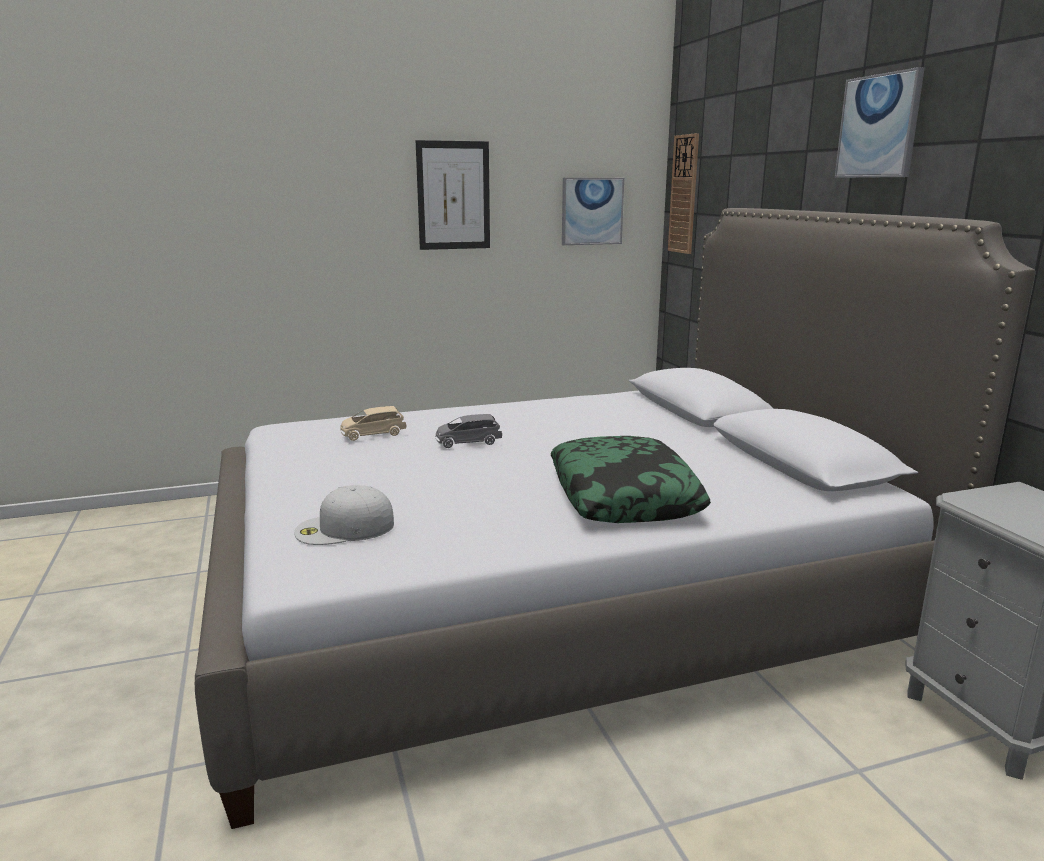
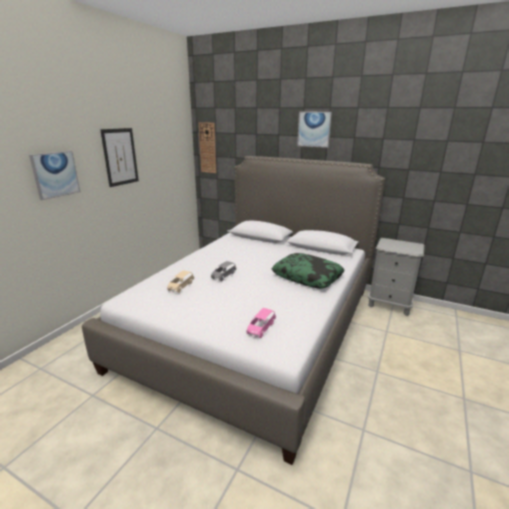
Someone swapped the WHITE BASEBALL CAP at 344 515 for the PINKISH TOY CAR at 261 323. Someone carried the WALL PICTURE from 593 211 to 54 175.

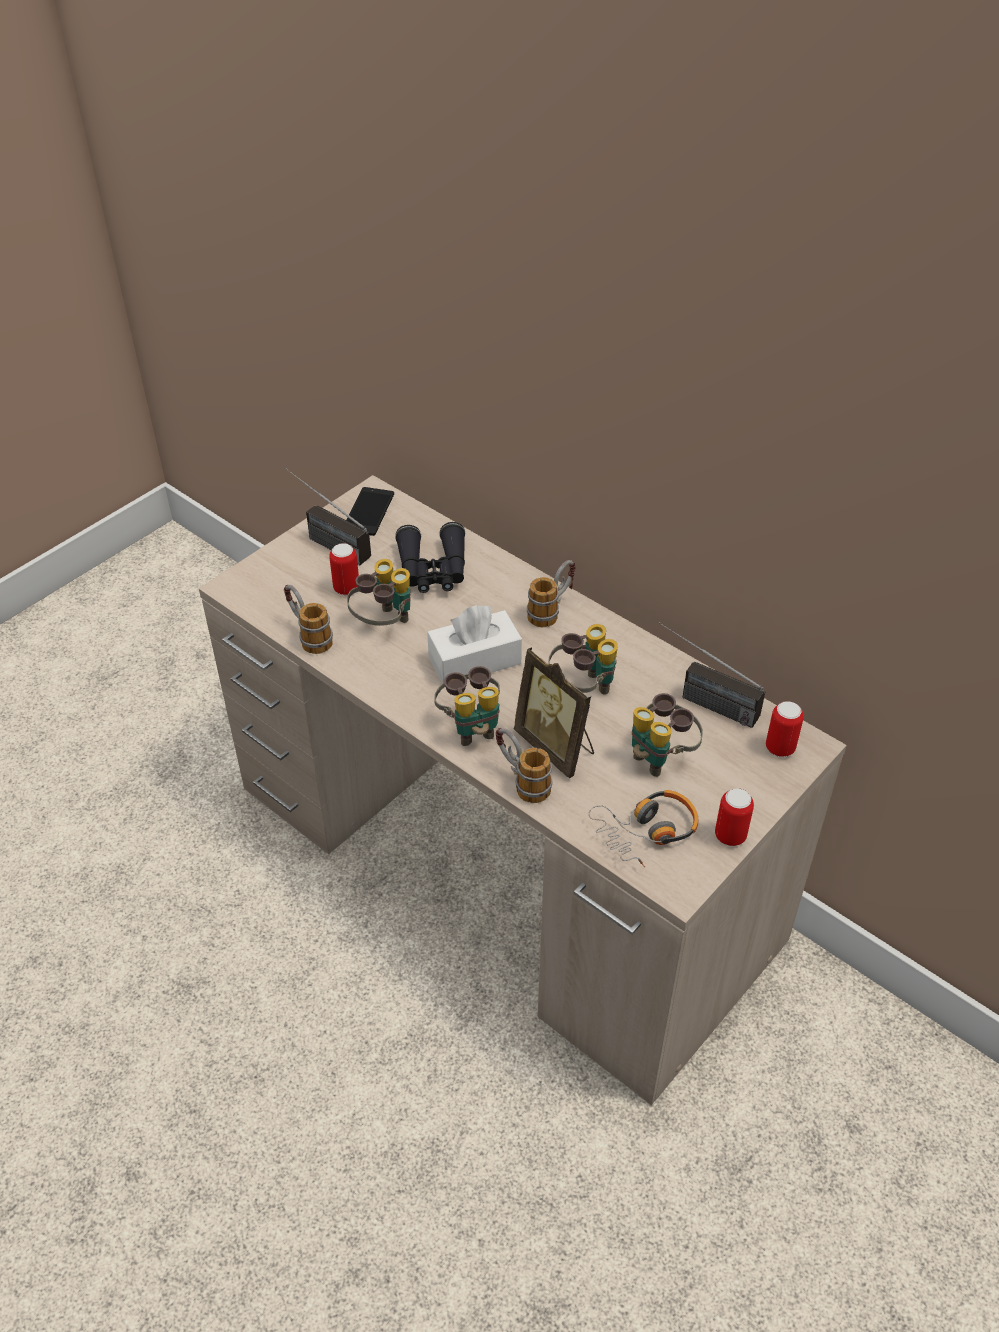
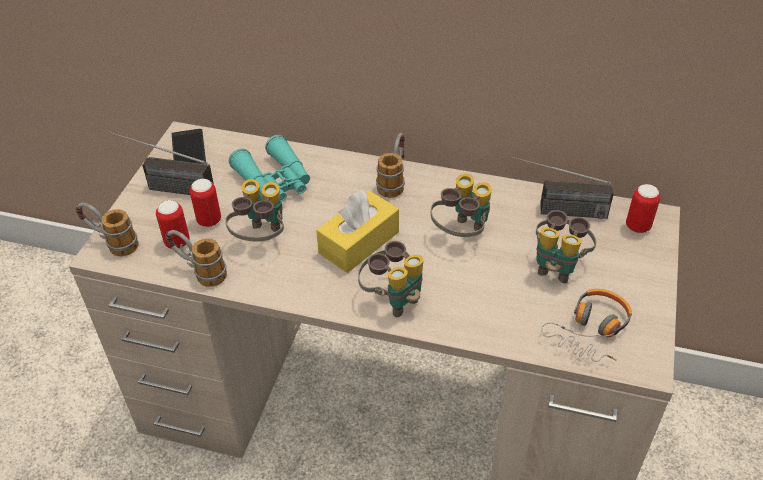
Someone repainted the BLACK-COLOURED BINOCULARS at 430 557, which became the BLUE-GREEN BINOCULARS at 269 168. Someone repainted the WHITE BOX OF TISSUES at 474 644, which became the YELLOW-COLOURED BOX OF TISSUES at 357 231. Someone carried the TEA MUG from 524 765 to 106 229. Someone took away the PHOTO FRAME at 554 713. Someone carried the CAN from 734 817 to 173 224.

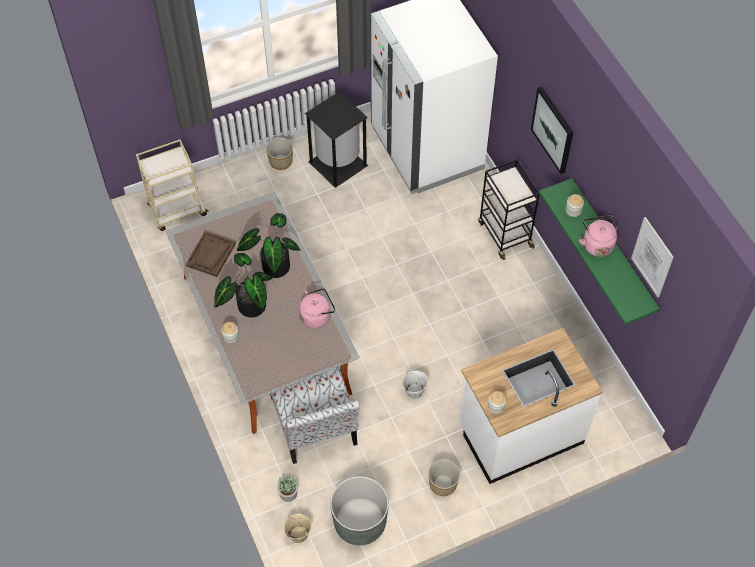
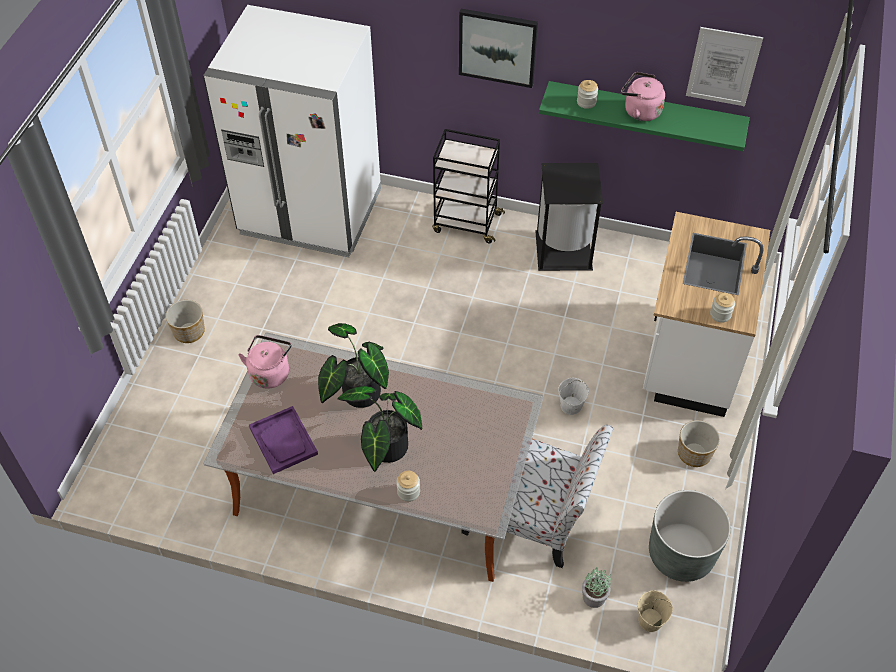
Someone took away the BEIGE TROLLEY at 172 185. Someone repainted the BROWN-COLOURED SERVING TRAY at 211 254, which became the PURPLE-COLOURED SERVING TRAY at 283 440. Someone carried the PINKISH WATER KETTLE from 317 308 to 265 362. Someone carried the BLACK-COLOURED WASTE BIN from 336 140 to 569 217.

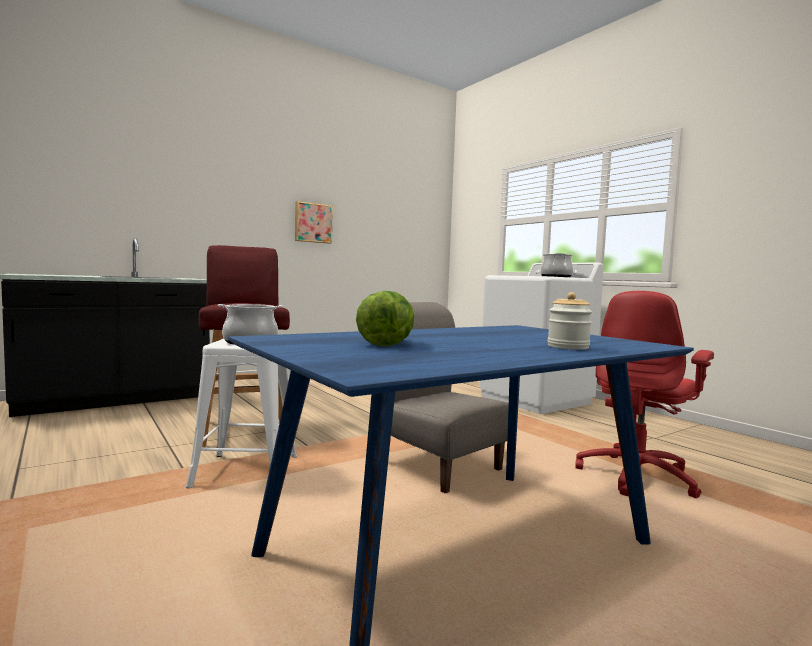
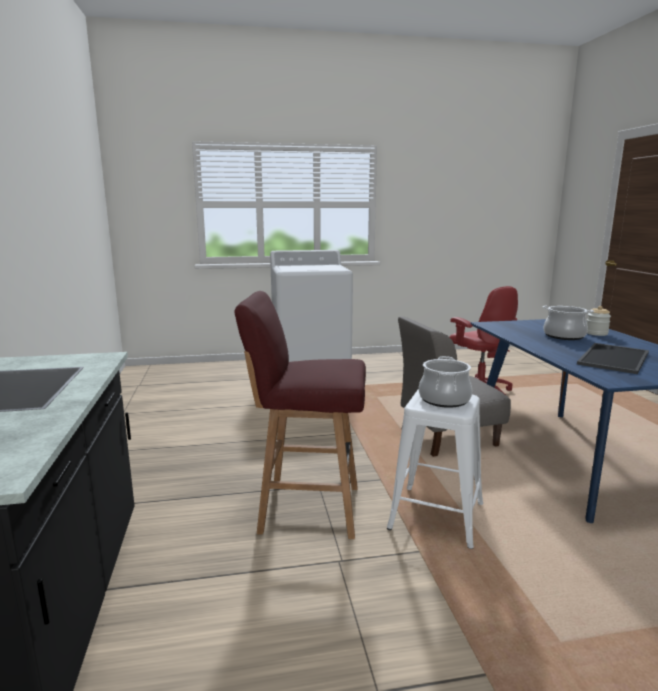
Someone took away the WALL PICTURE at 314 222. Someone swapped the LETTUCE at 385 318 for the SERVING TRAY at 613 358. Someone carried the SAUCEPOT from 557 265 to 568 323.

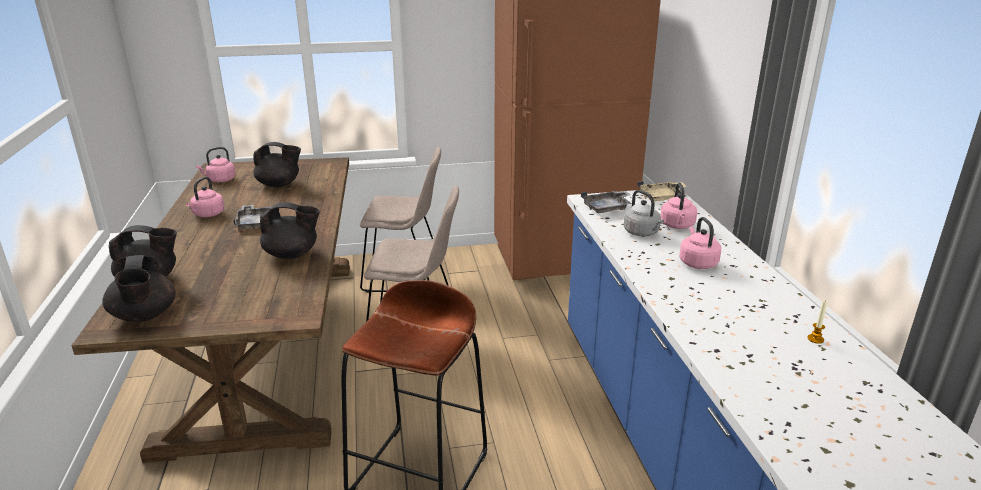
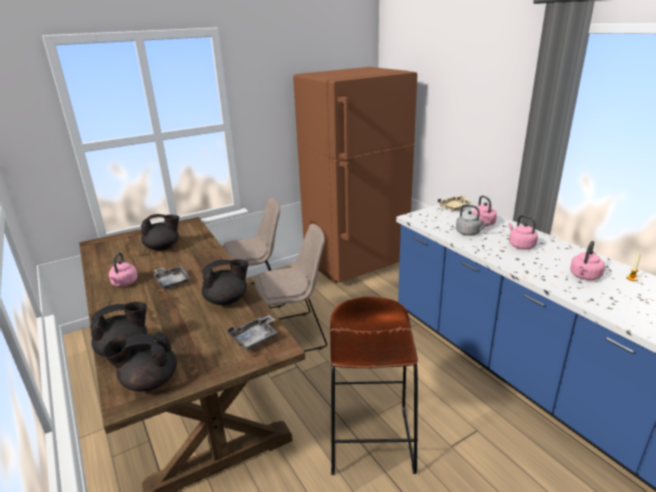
Someone rotated the BLACK-COLOURED TEAPOT at 139 288 by 120 degrees clockwise. Someone carried the PINKISH WATER KETTLE from 216 164 to 587 260. Someone carried the GRAY SERVING TRAY from 606 202 to 253 332.

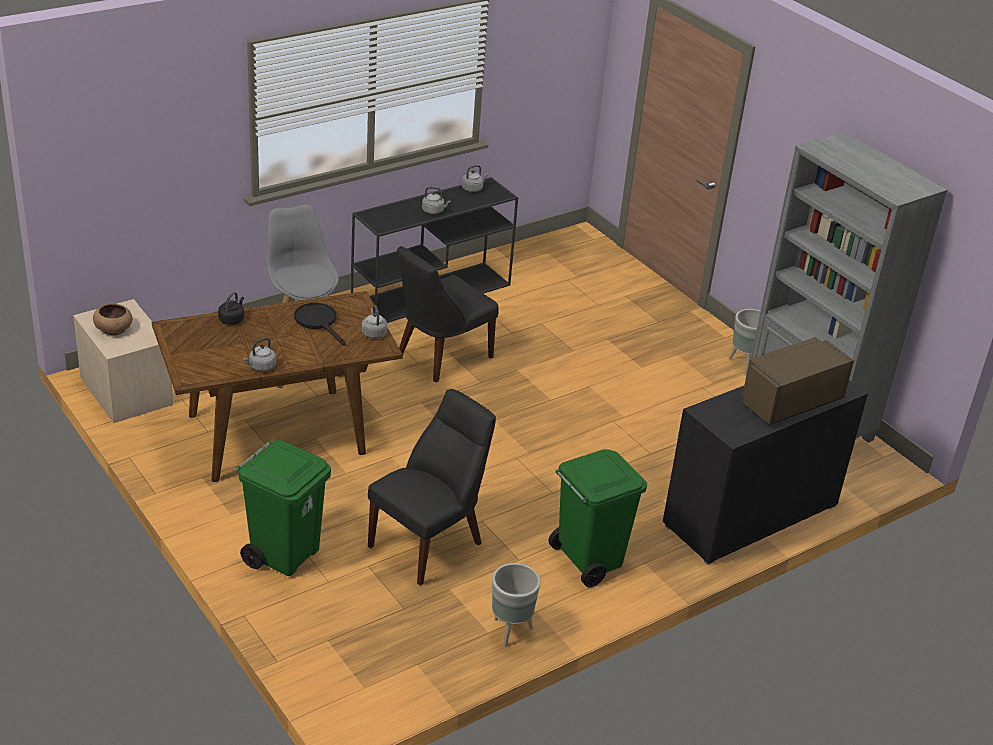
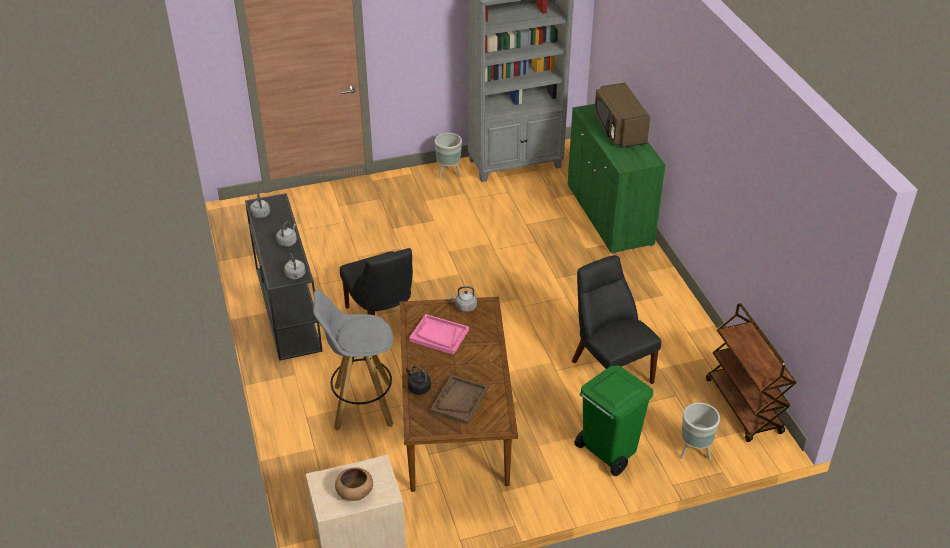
Someone carried the GRAY WATER KETTLE from 259 354 to 295 266. Someone swapped the BLACK-COLOURED SKILLET at 320 324 for the PINKISH SERVING TRAY at 439 334. Someone carried the GRAY PLANTER from 516 605 to 700 431. Someone took away the GREENISH WASTE BIN at 597 518. Someone repainted the BLACK-COLOURED CABINET at 765 472, which became the GREENISH CABINET at 616 179. Someone put down the BROWN-COLOURED SERVING TRAY at 459 400. Someone put down the BROWN-COLOURED TROLLEY at 751 372.

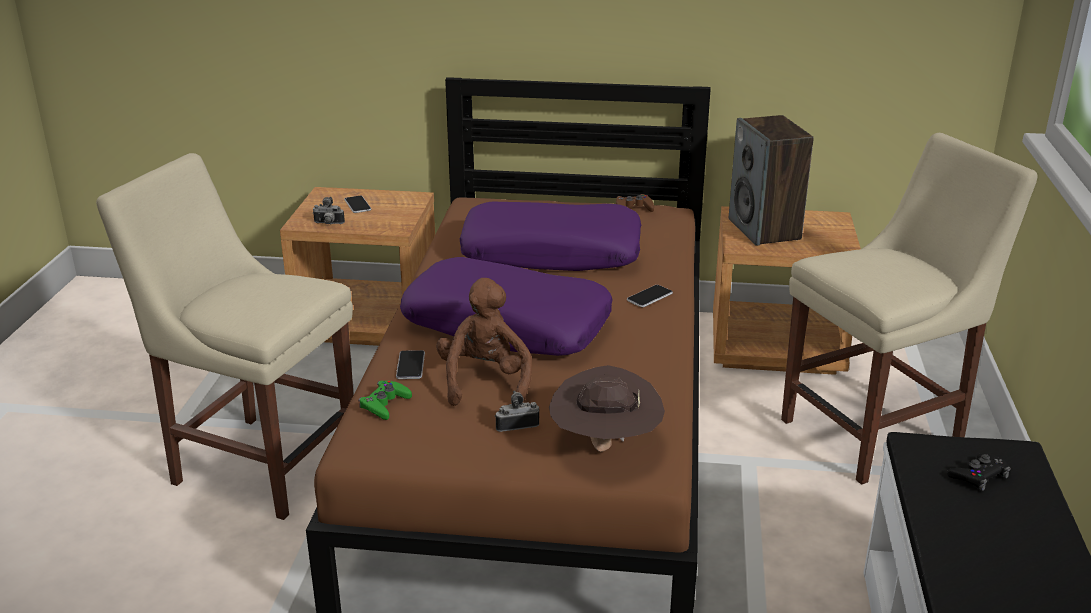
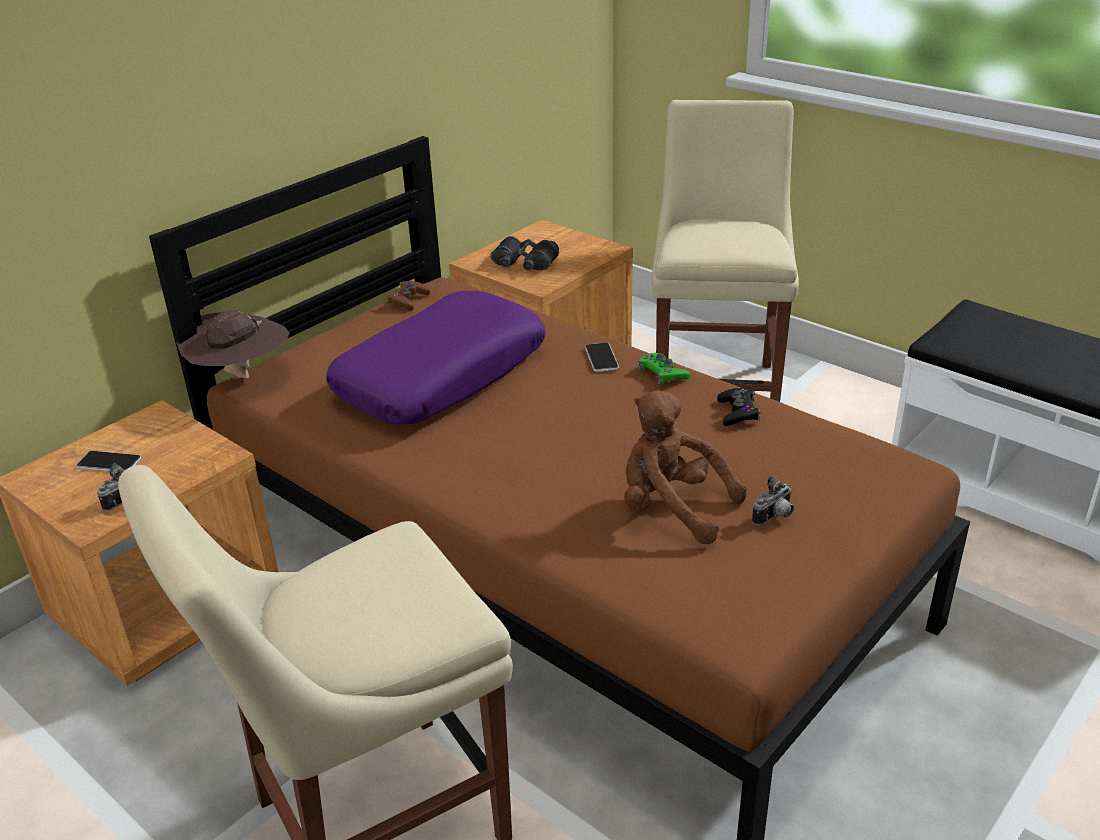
Someone carried the GREENISH GAME CONTROLLER from 385 400 to 664 369. Someone took away the HANDSET at 410 364. Someone took away the PURPLE-COLOURED CUSHION at 506 306. Someone rotated the STILL CAMERA at 517 411 by 150 degrees counterclockwise. Someone carried the BROWN-COLOURED CLOTHING HAT from 607 408 to 233 344. Someone swapped the AUDIO SPEAKER at 771 180 for the BLACK-COLOURED BINOCULARS at 524 253. Someone carried the BLACK-COLOURED GAME CONTROLLER from 979 472 to 739 407.

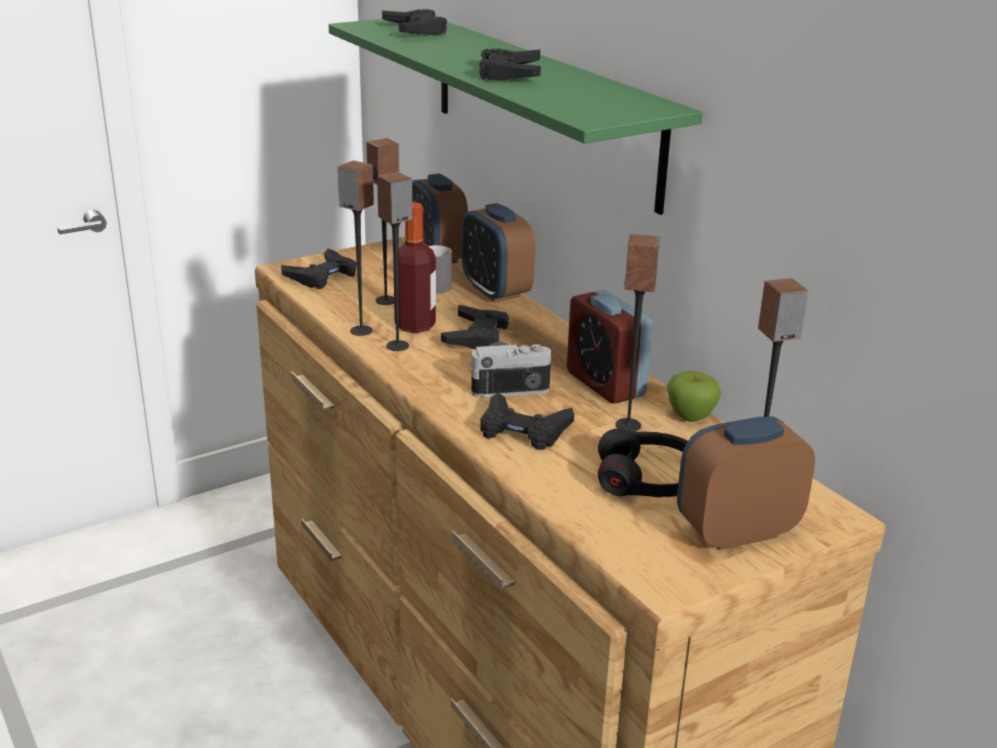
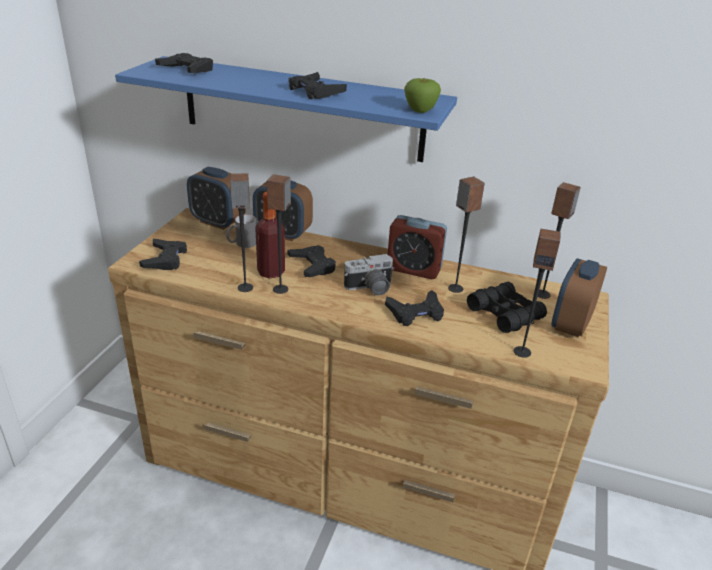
Someone repainted the GREENISH WALL SHELF at 516 117, which became the BLUE WALL SHELF at 286 109. Someone carried the AUDIO SPEAKER from 382 221 to 537 293. Someone rotated the STILL CAMERA at 510 370 by 150 degrees counterclockwise. Someone swapped the BLACK-COLOURED HEADSET at 643 462 for the BLACK-COLOURED BINOCULARS at 507 307. Someone carried the APPLE FRUIT from 694 396 to 422 95.

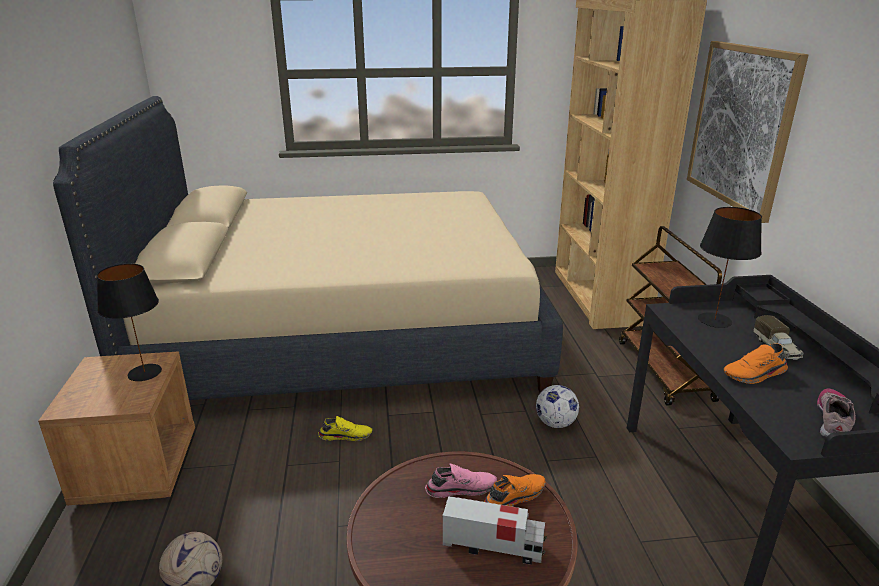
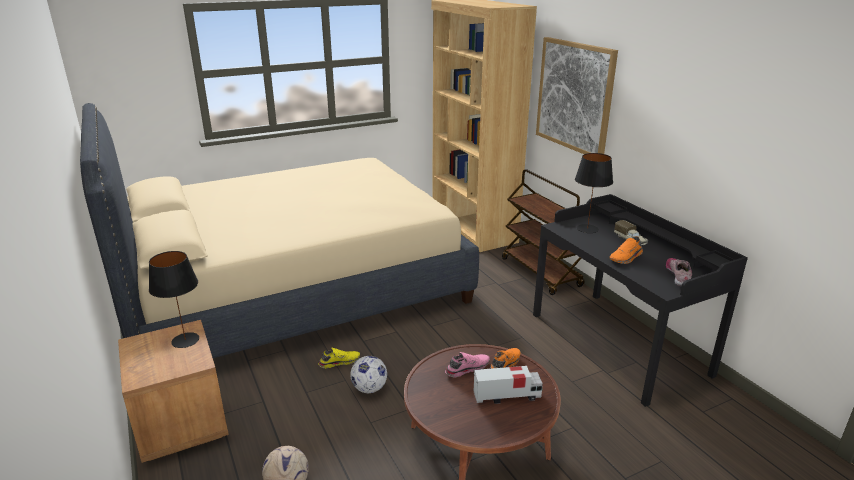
Someone carried the FOOTBALL from 557 406 to 368 374.

